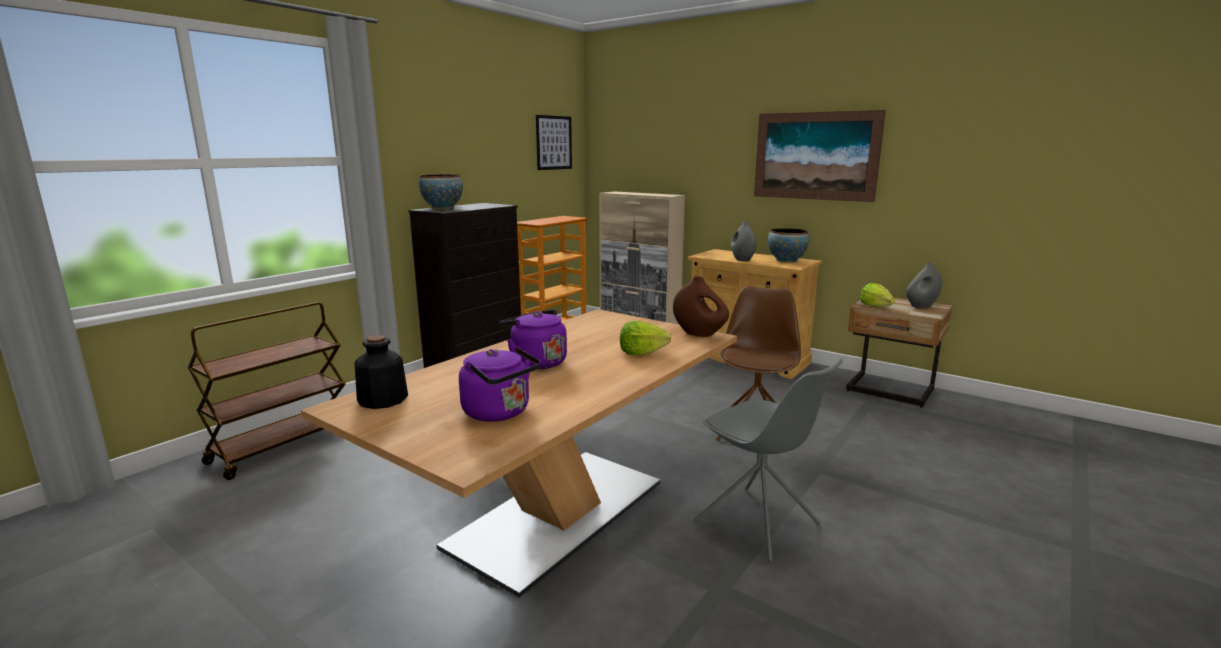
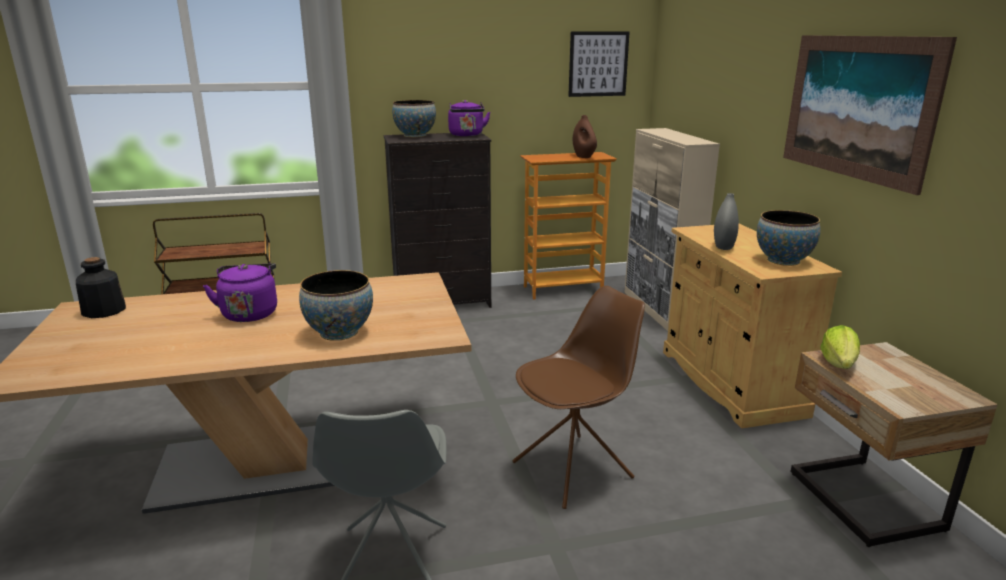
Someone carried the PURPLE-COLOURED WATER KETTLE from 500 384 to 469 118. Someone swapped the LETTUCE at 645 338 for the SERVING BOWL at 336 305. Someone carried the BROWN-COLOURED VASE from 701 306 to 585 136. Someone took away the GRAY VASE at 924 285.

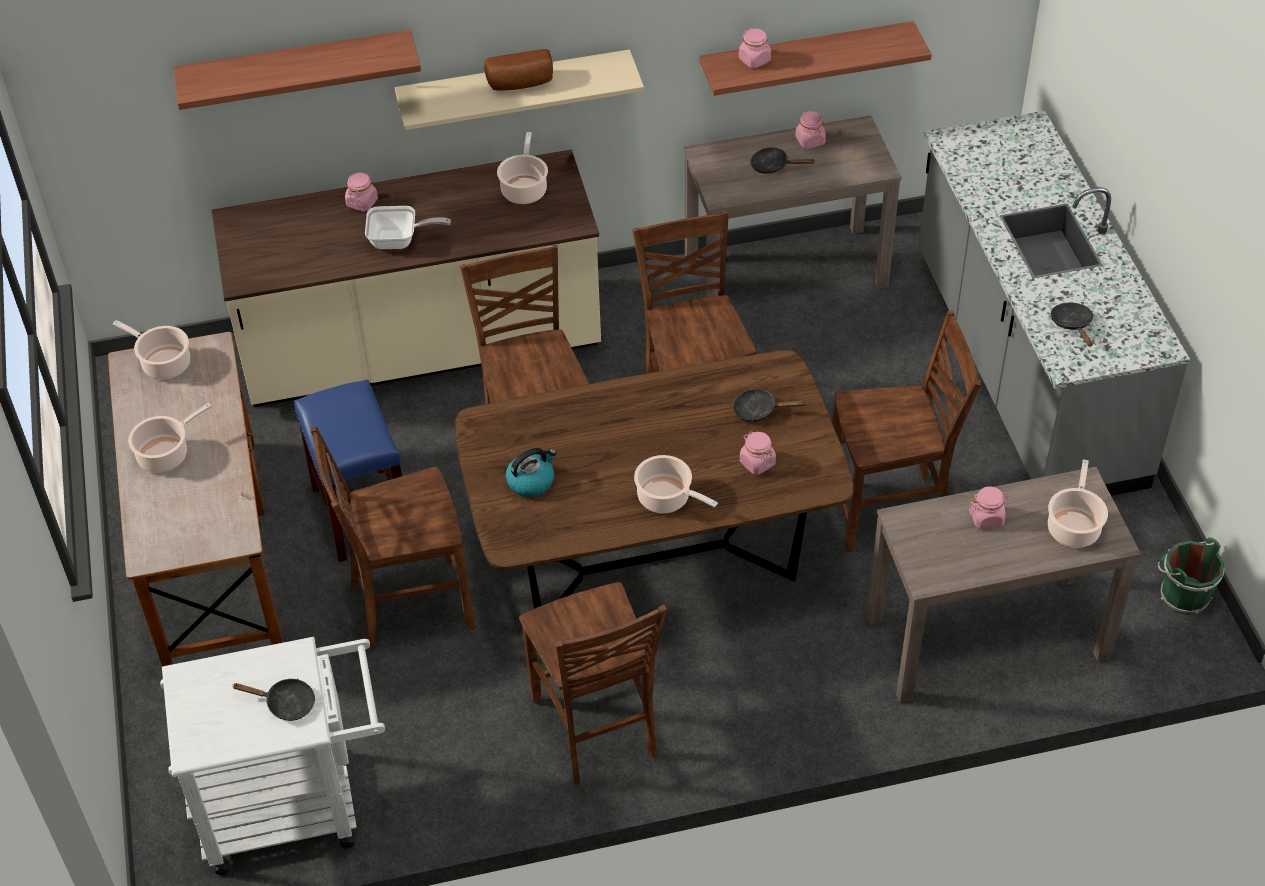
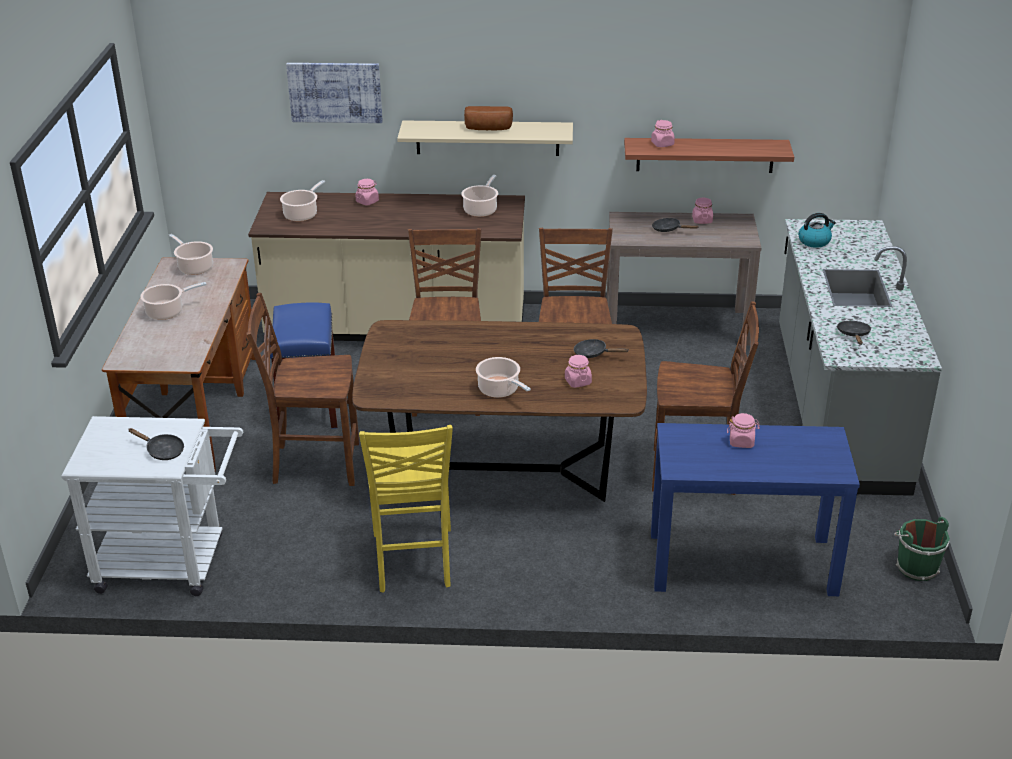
Someone swapped the WALL SHELF at 297 70 for the WALL PICTURE at 334 93. Someone took away the SKILLET at 408 227. Someone carried the WATER KETTLE from 531 472 to 817 230. Someone repainted the BROWN-COLOURED UPRIGHT CHAIR at 593 683, which became the YELLOW-COLOURED UPRIGHT CHAIR at 406 508. Someone repainted the BROWN-COLOURED HALL TABLE at 1003 585, which became the BLUE HALL TABLE at 755 509. Someone carried the SAUCEPOT from 1078 503 to 302 200.

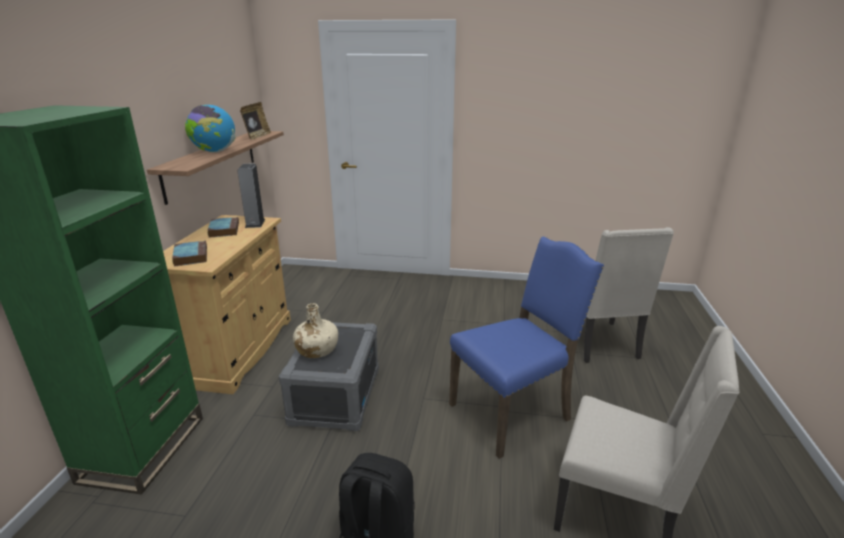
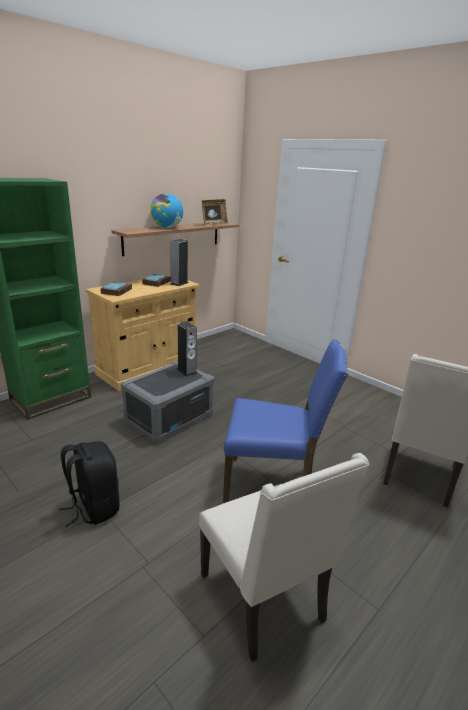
Someone took away the BEIGE BEVERAGE BOTTLE at 315 330. Someone put down the AUDIO SPEAKER at 187 349.

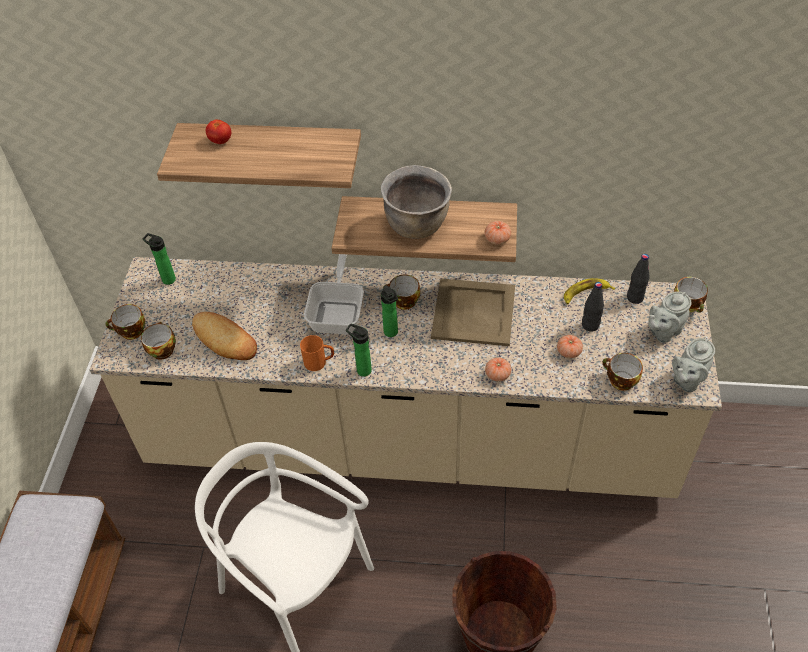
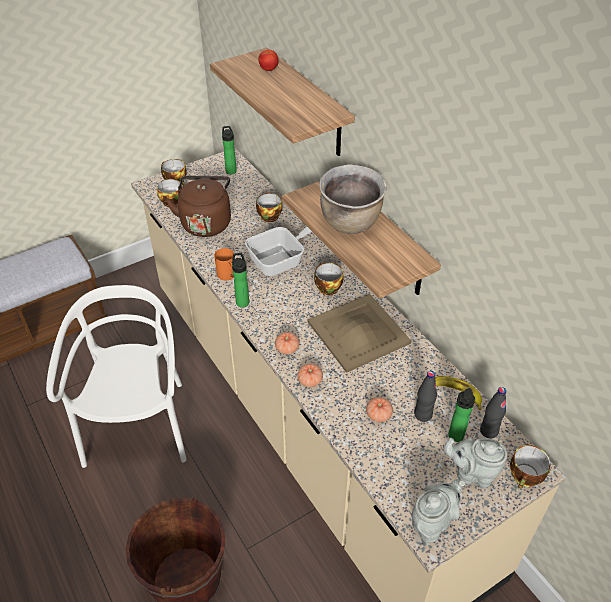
Someone swapped the BREAD at 224 336 for the BROWN-COLOURED WATER KETTLE at 198 206. Someone carried the BEVERAGE BOTTLE from 389 311 to 461 415. Someone carried the FRESH TOMATO from 498 233 to 287 343. Someone carried the CUP from 622 372 to 269 207. Someone rotated the GRAY TEAPOT at 693 365 by 135 degrees clockwise.

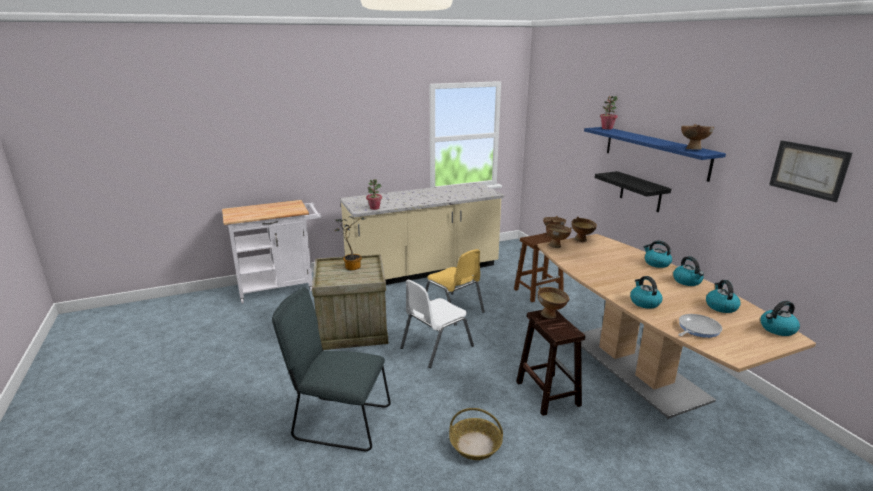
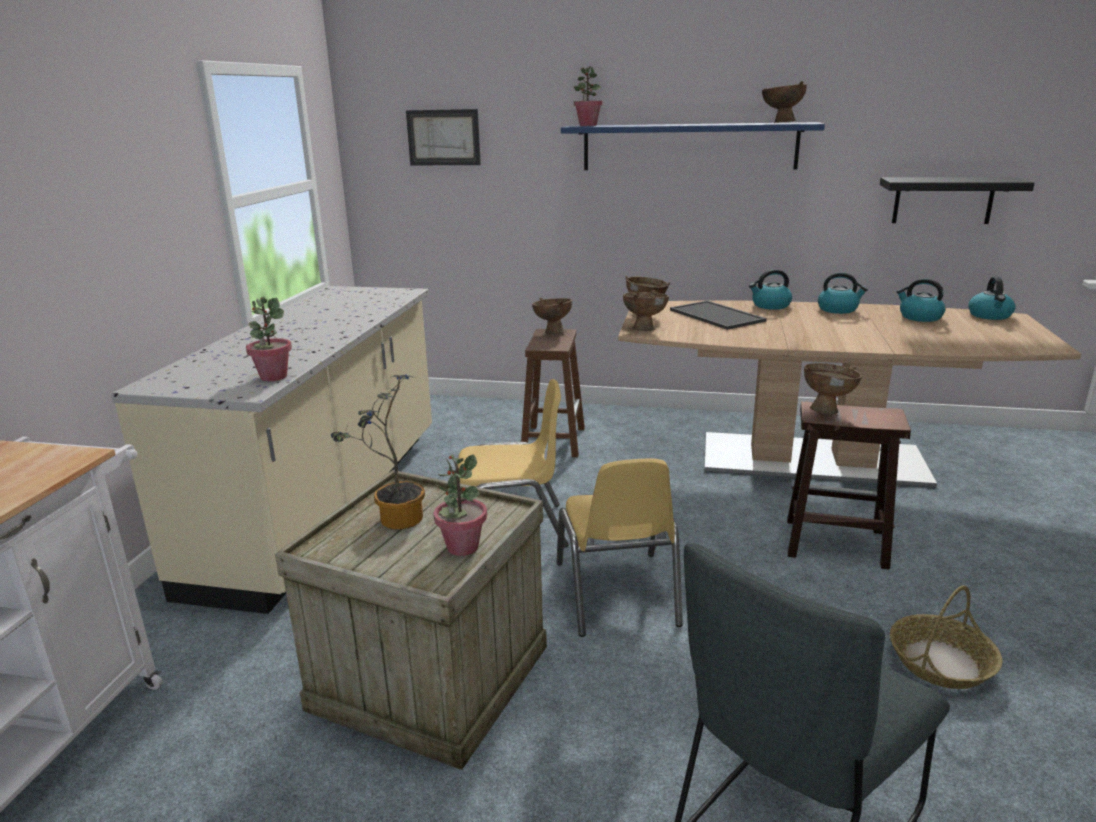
Someone repainted the WHITE UPRIGHT CHAIR at 437 324, which became the YELLOW-COLOURED UPRIGHT CHAIR at 619 547. Someone carried the BLACK-COLOURED WALL SHELF from 633 191 to 957 200. Someone took away the WATER KETTLE at 646 292. Someone took away the SKILLET at 700 326. Someone carried the WALL PICTURE from 810 171 to 443 137. Someone put down the POTTED PLANT at 460 505. Someone put down the SERVING TRAY at 718 315.

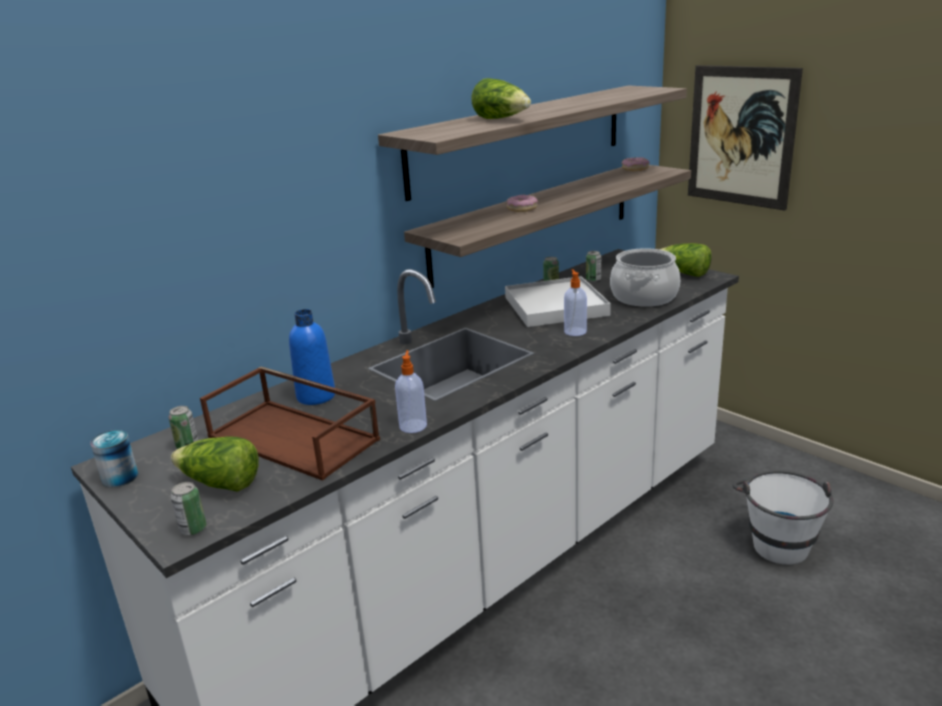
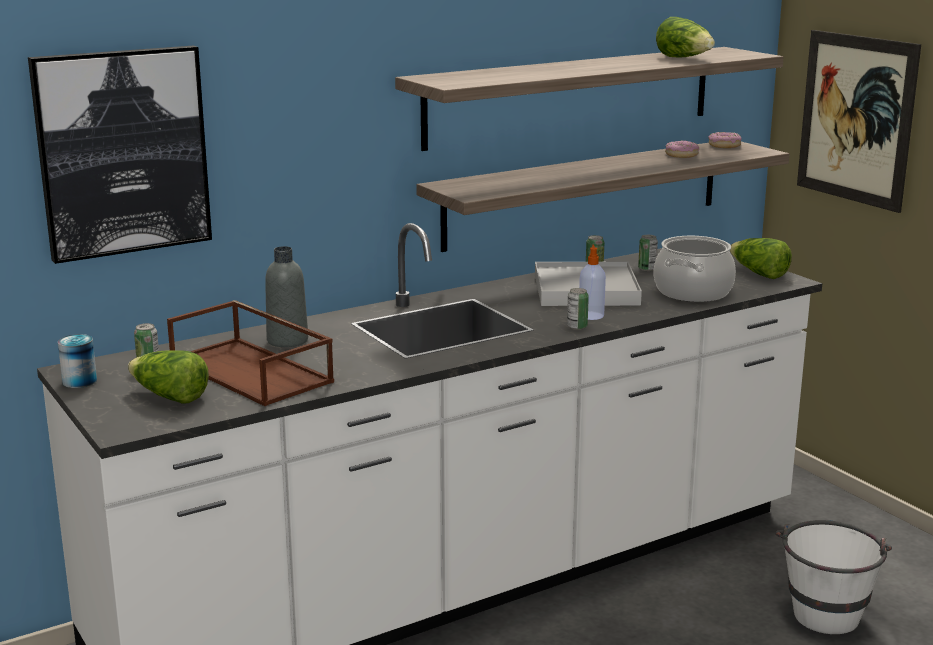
Someone carried the CAN from 188 509 to 578 309. Someone repainted the BLUE BEVERAGE BOTTLE at 312 357, which became the GRAY BEVERAGE BOTTLE at 286 296. Someone took away the SOAP BOTTLE at 411 391. Someone carried the LETTUCE from 501 98 to 685 37. Someone carried the DOUGHNUT from 522 203 to 682 149. Someone put up the WALL PICTURE at 120 155.

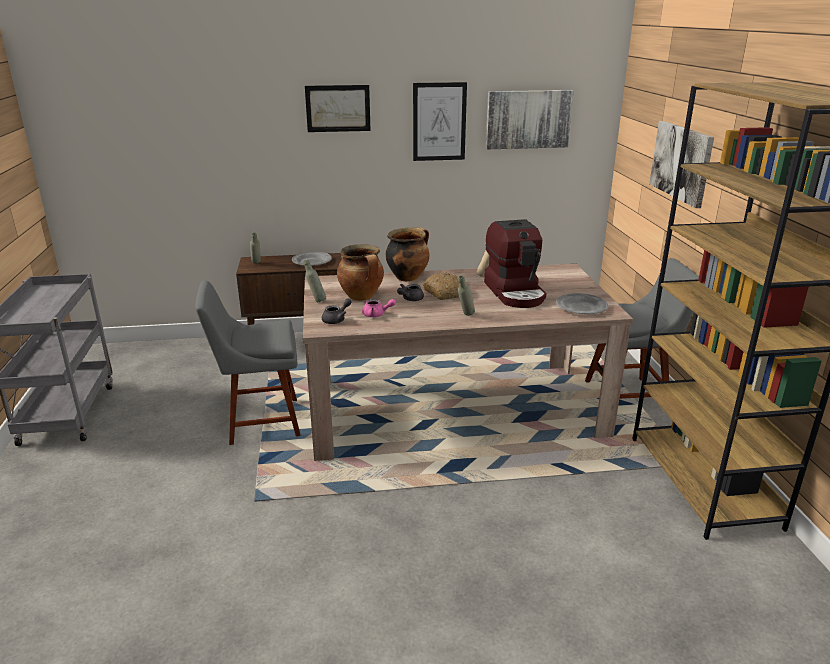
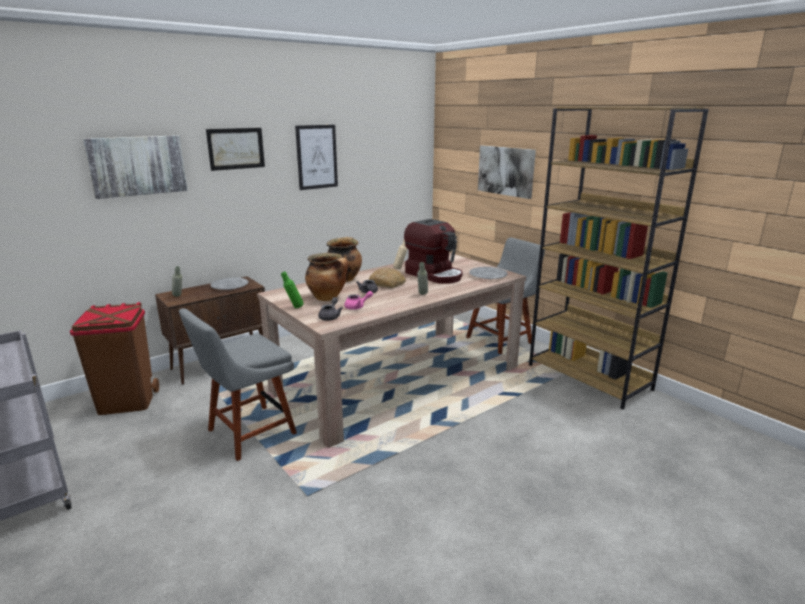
Someone repainted the GRAY BEVERAGE BOTTLE at 315 281, which became the GREENISH BEVERAGE BOTTLE at 292 289. Someone carried the WALL PICTURE from 530 119 to 135 167. Someone put down the BROWN-COLOURED WASTE BIN at 114 358.

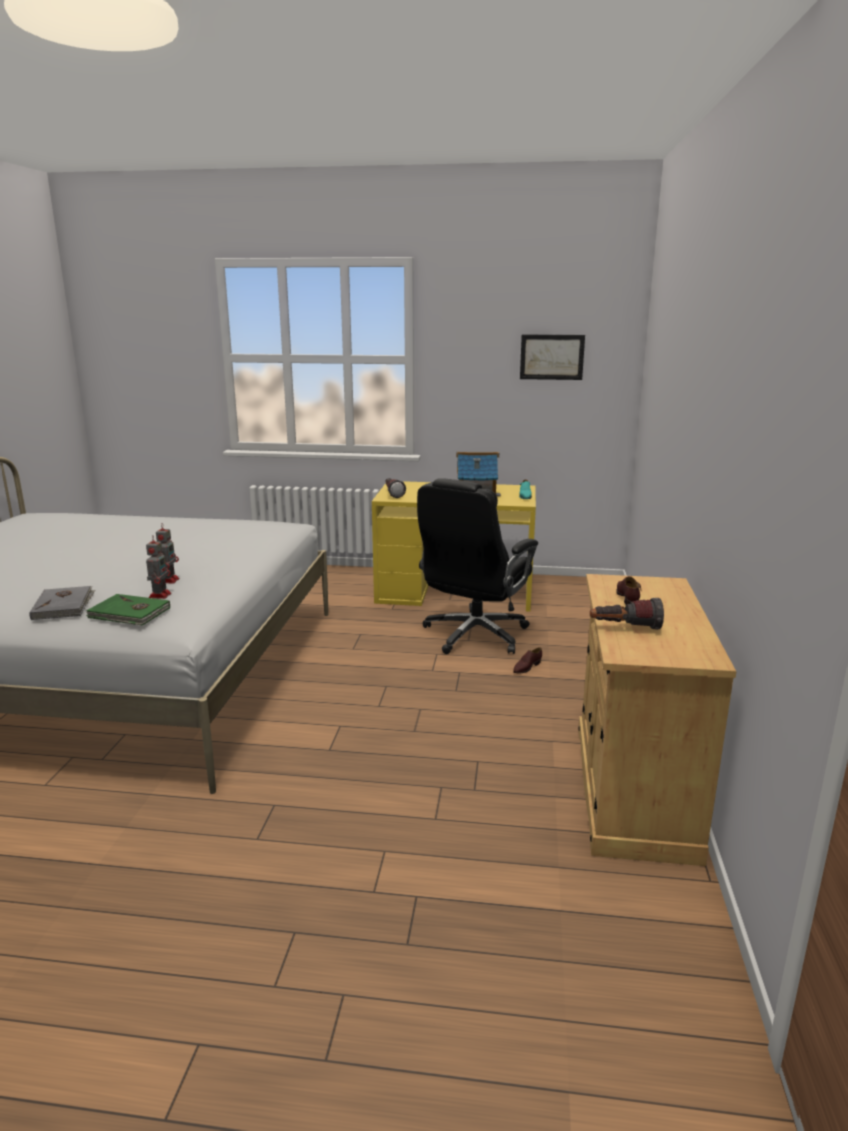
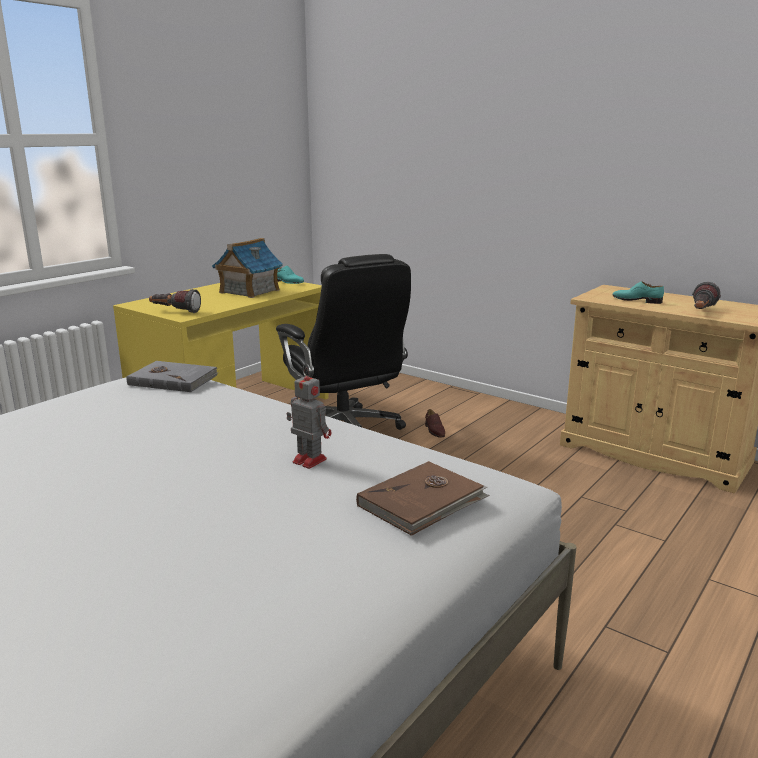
Someone carried the GRAY BOUND BOOK from 62 603 to 172 376. Someone repainted the GREENISH BOUND BOOK at 128 610, which became the BROWN-COLOURED BOUND BOOK at 422 498. Someone took away the MODEL ROBOT at 158 567. Someone took away the WALL PICTURE at 552 357. Someone repainted the BROWN-COLOURED ITEM OF FOOTWEAR at 628 590, which became the BLUE-GREEN ITEM OF FOOTWEAR at 638 292.

